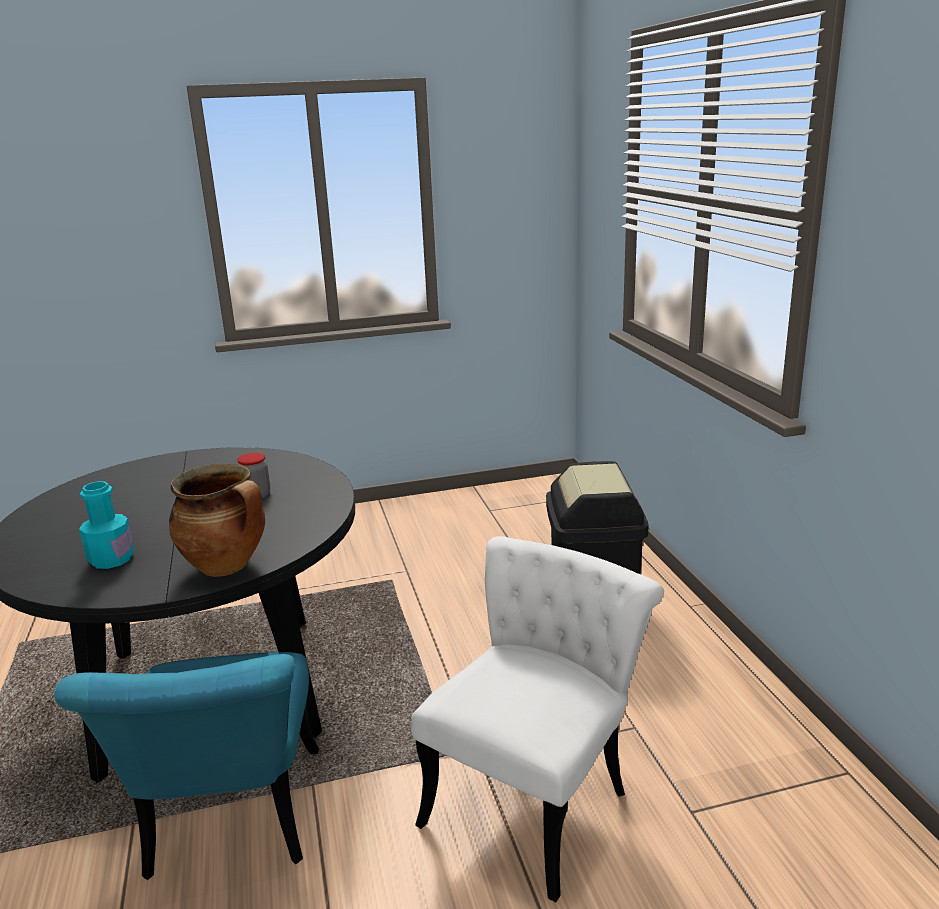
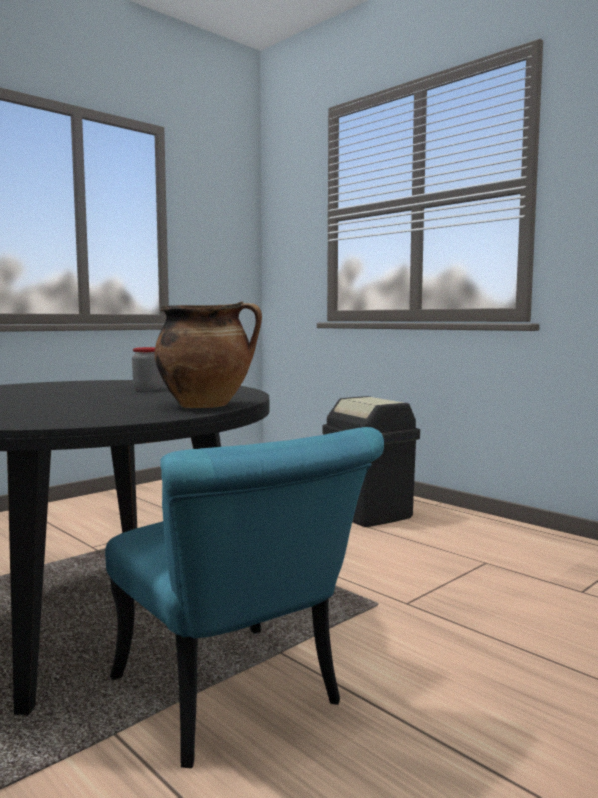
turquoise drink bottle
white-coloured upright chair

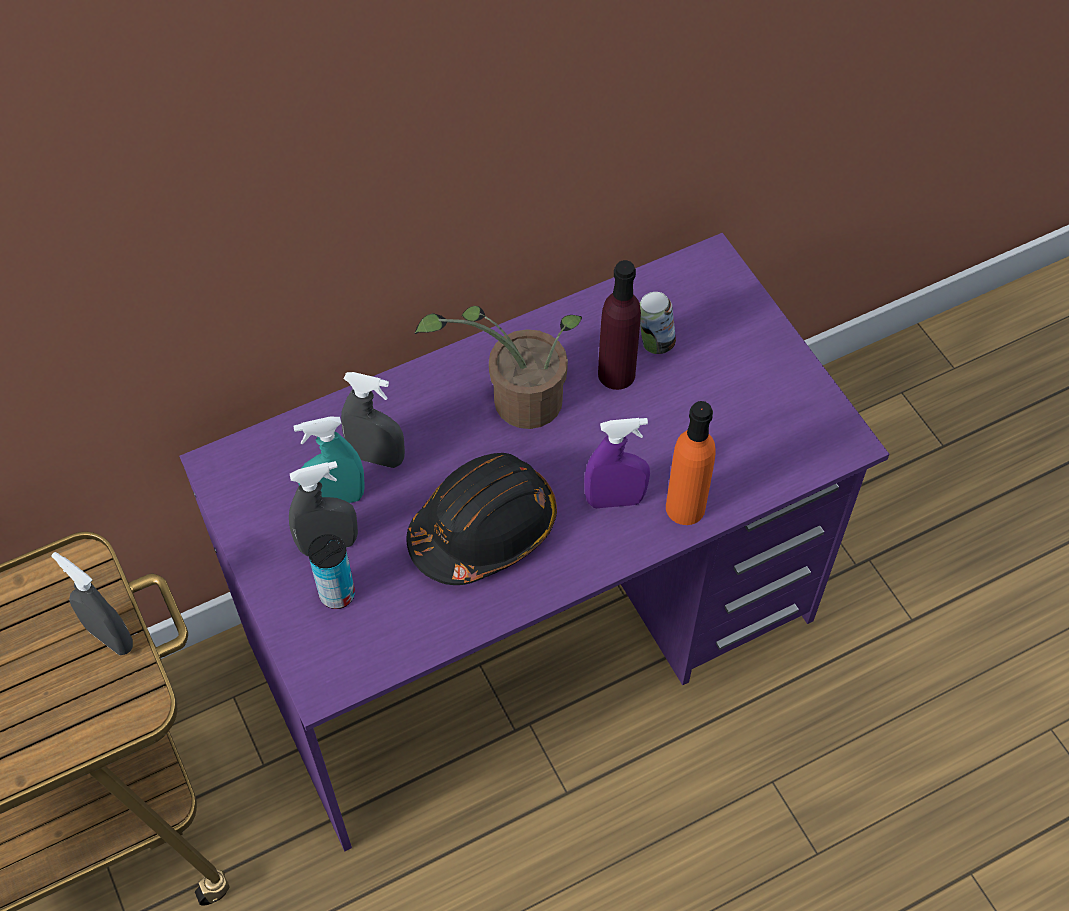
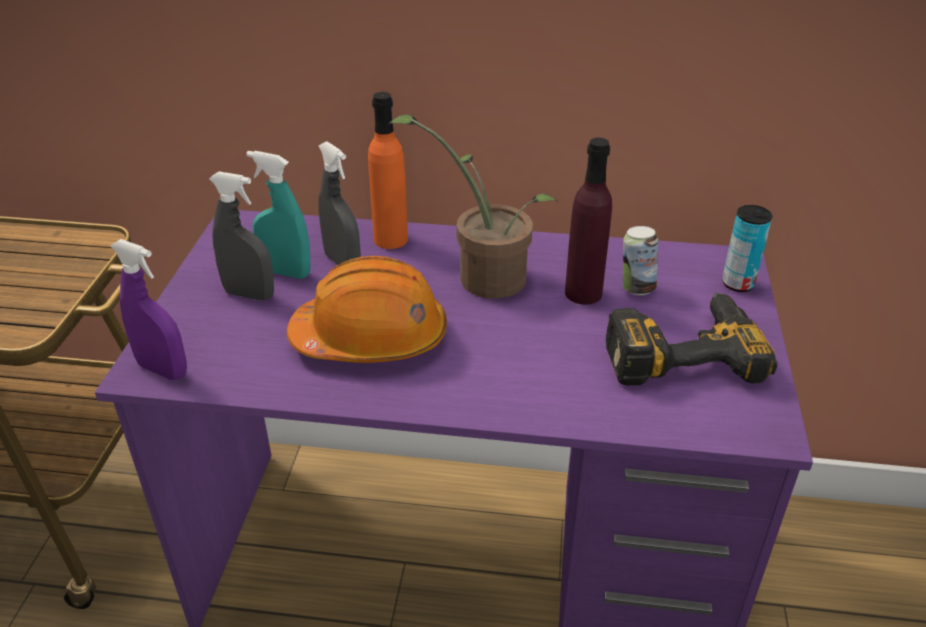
purple-coloured sprayer
orange work helmet
orange drink bottle
drill
metal can (2nd from left)
greyish sprayer (1st from left in the first image)

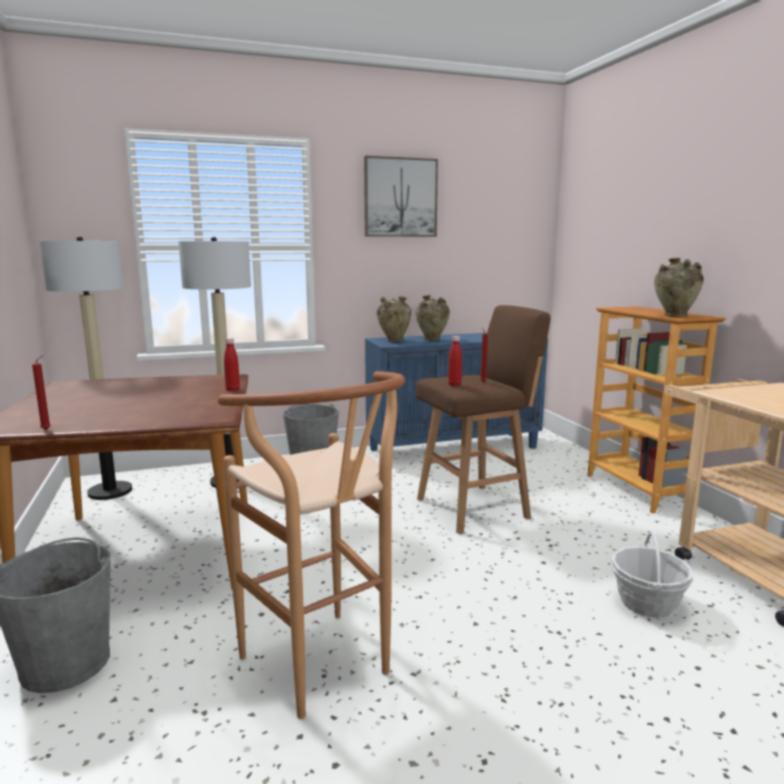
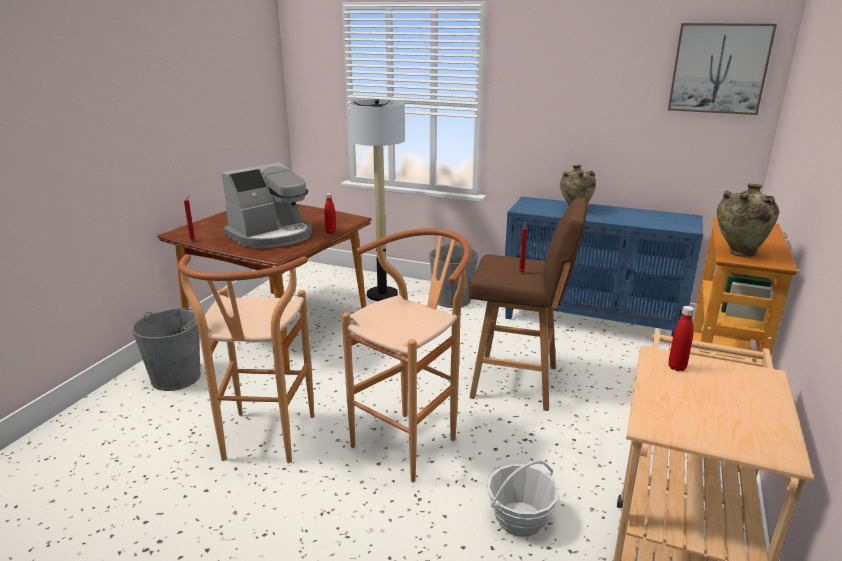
coffee maker
brown-coloured stool (2nd from left)
picture
reddish drink bottle (2nd from left)
standing lamp (1st from left in the first image)
sand-coloured decorative vase (1st from left in the first image)

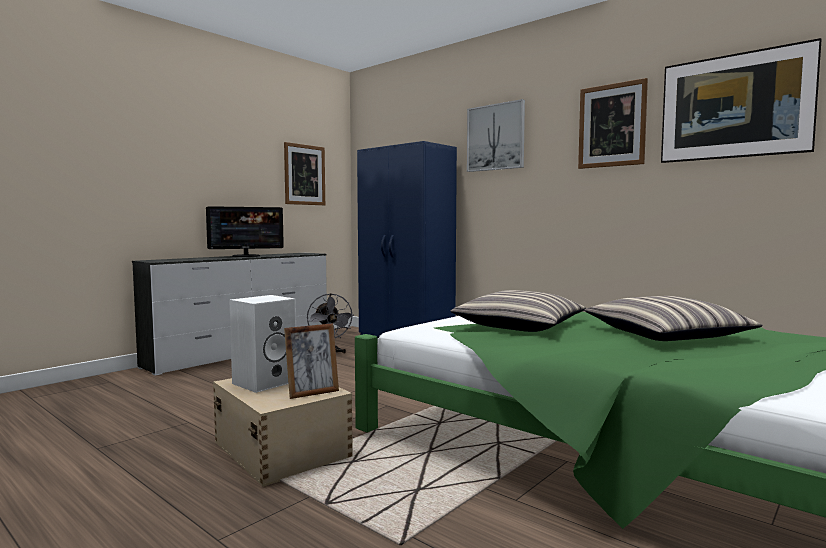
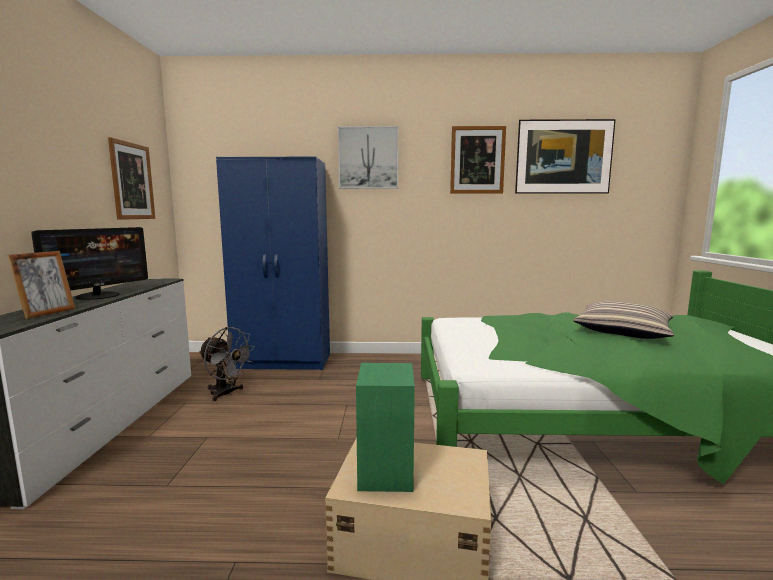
standing frame
green speaker
cushion (1st from left in the first image)

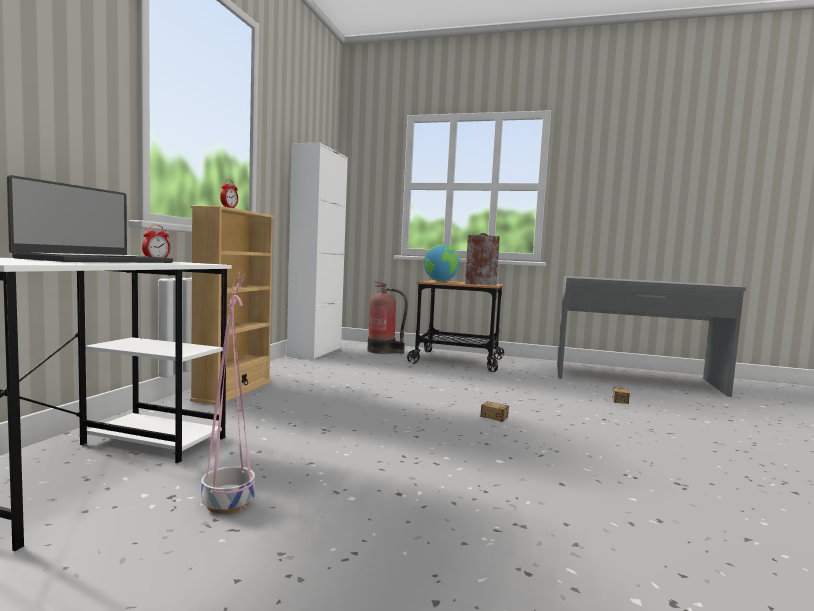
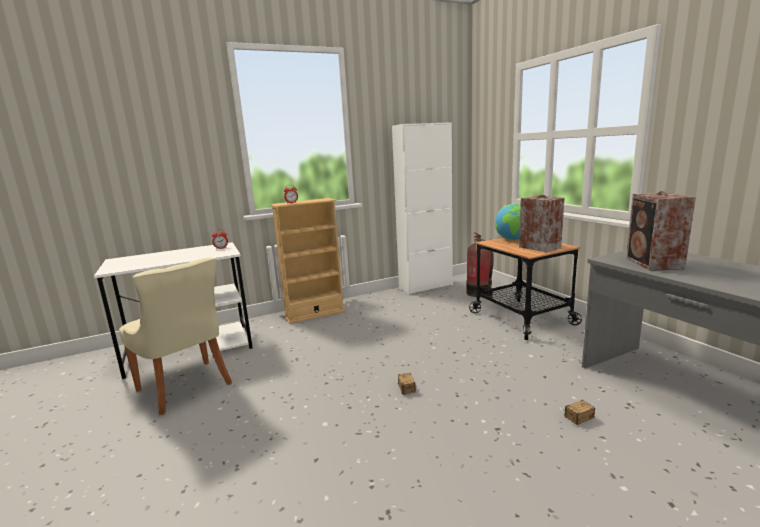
sand-coloured upright chair
speaker (2nd from left)
laptop

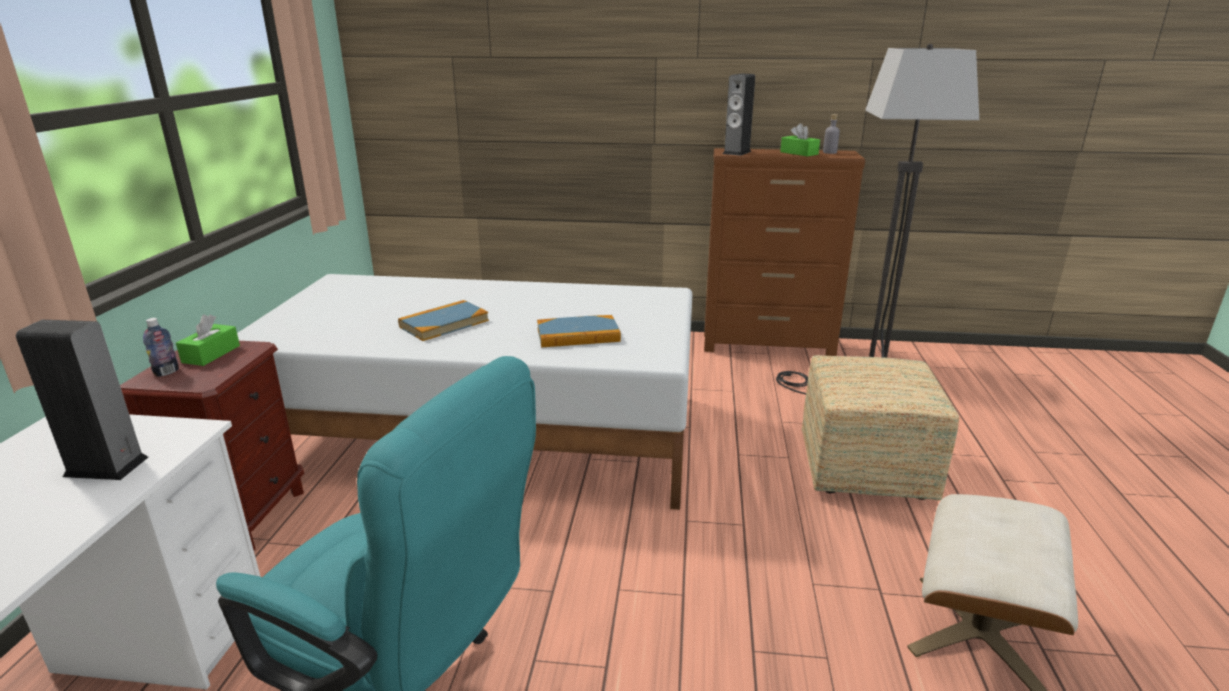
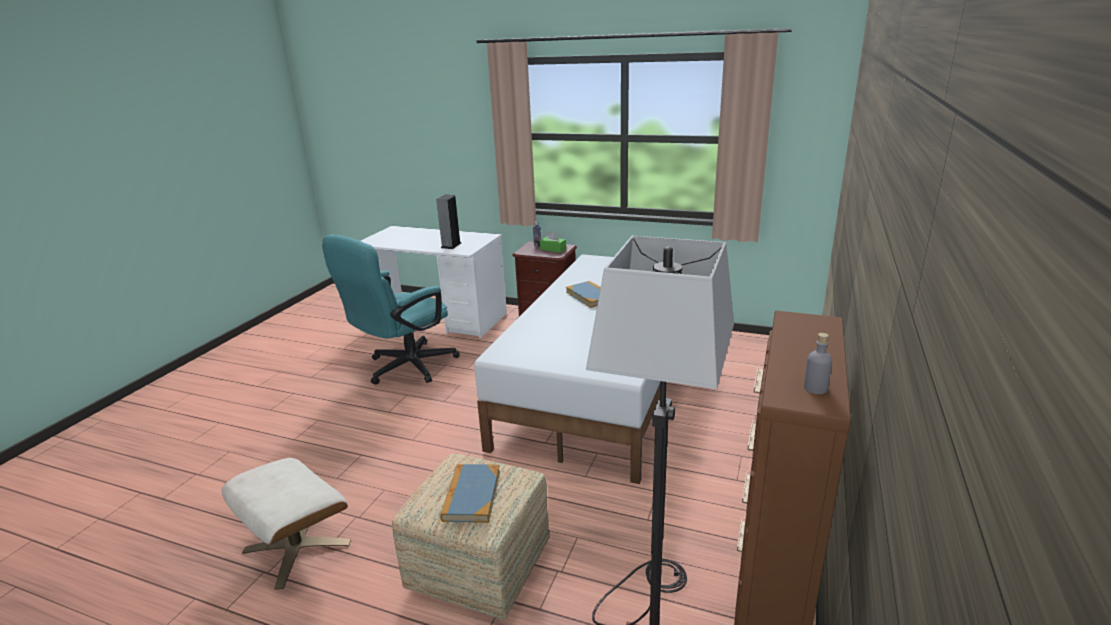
volume (1st from left)
speaker (2nd from left in the first image)
green tissue holder (2nd from left in the first image)

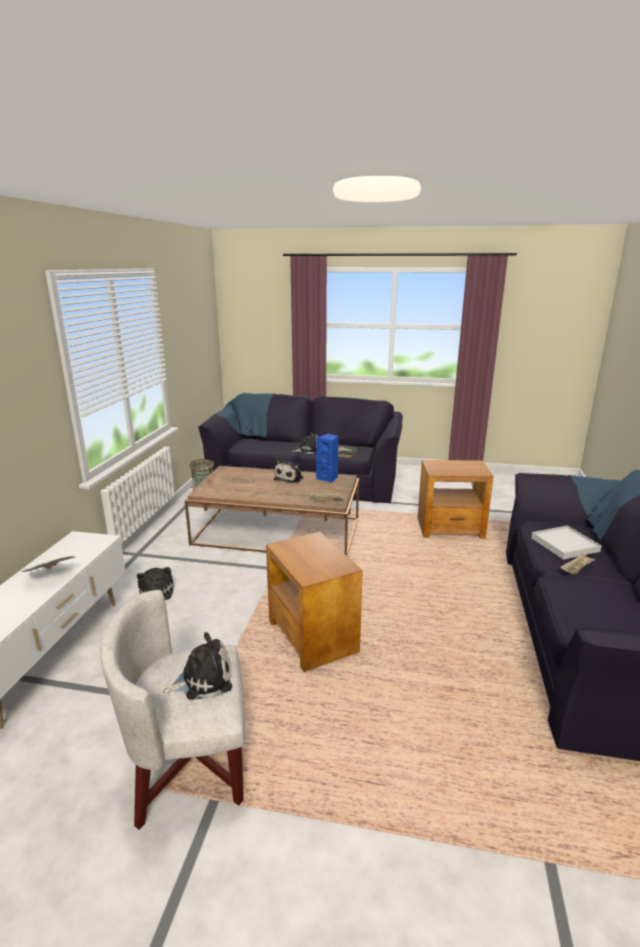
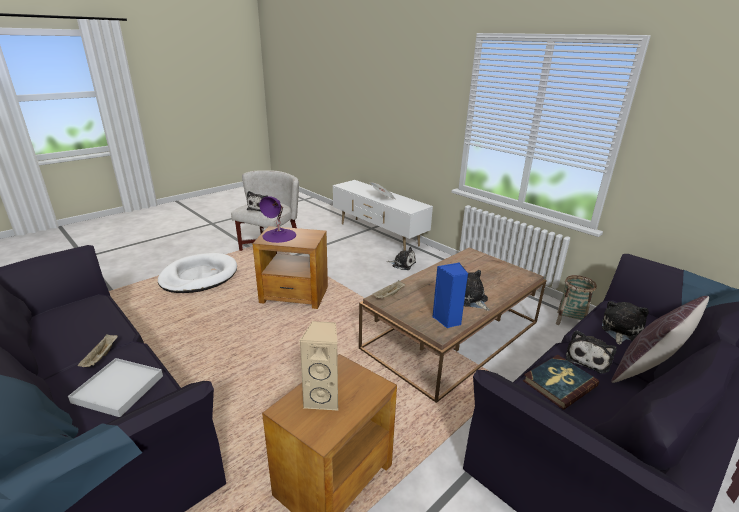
white-coloured dog bed
purple-coloured table lamp
sand-coloured speaker
cuddly toy (5th from left)
brown-coloured cushion

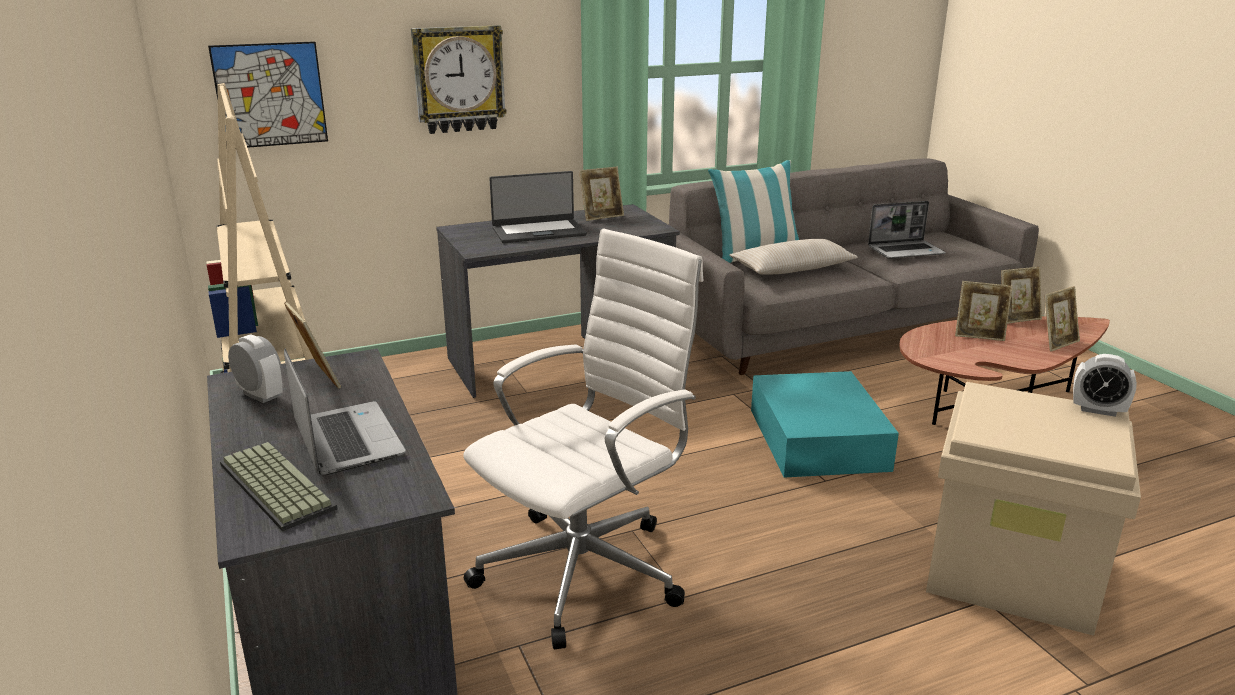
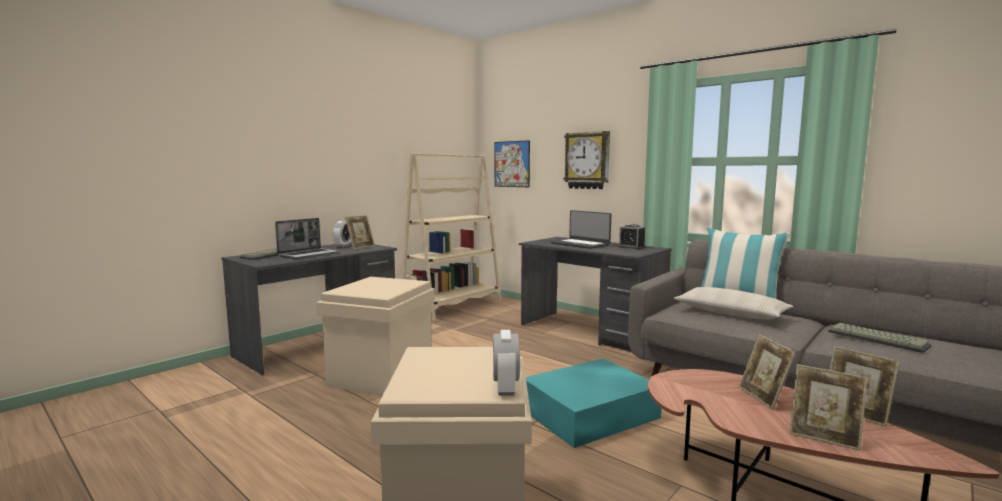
sand-coloured storage bin (1st from left)
table clock (3rd from left)
PC keyboard (2nd from left)

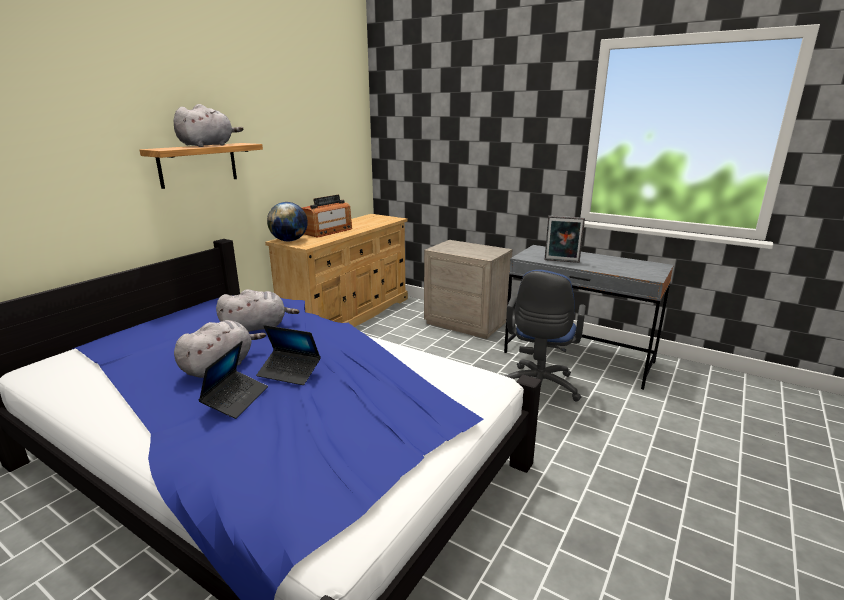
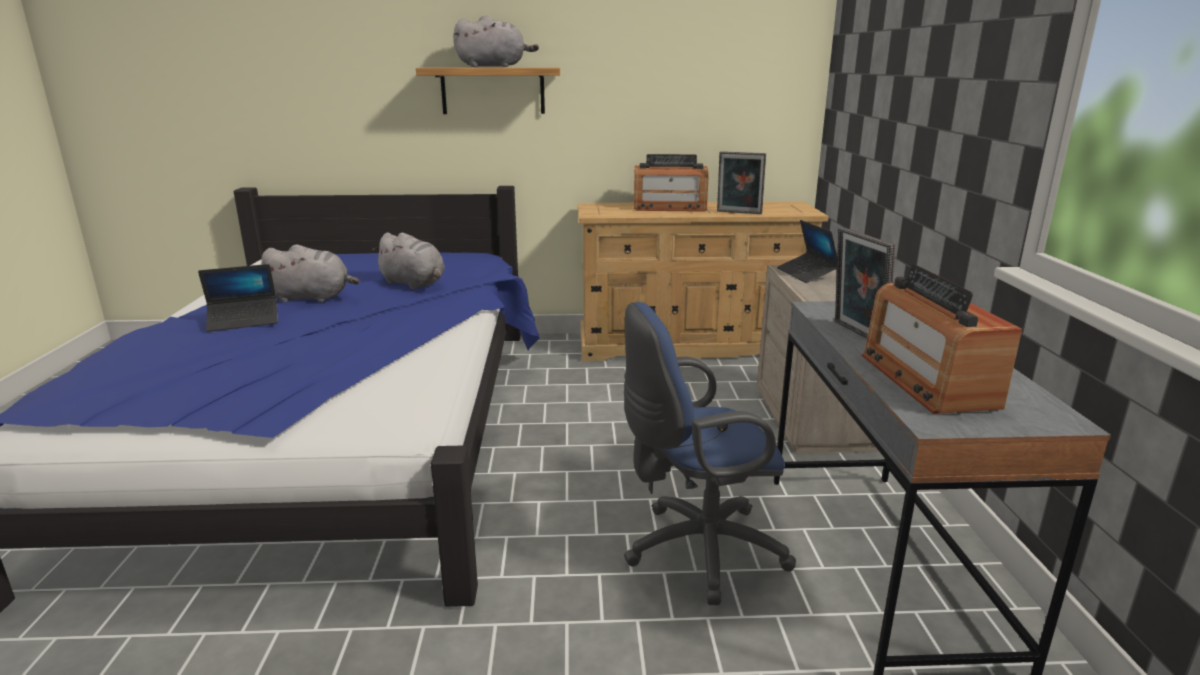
standing frame (1st from left)
laptop (2nd from left)
radio (2nd from left)
world globe

